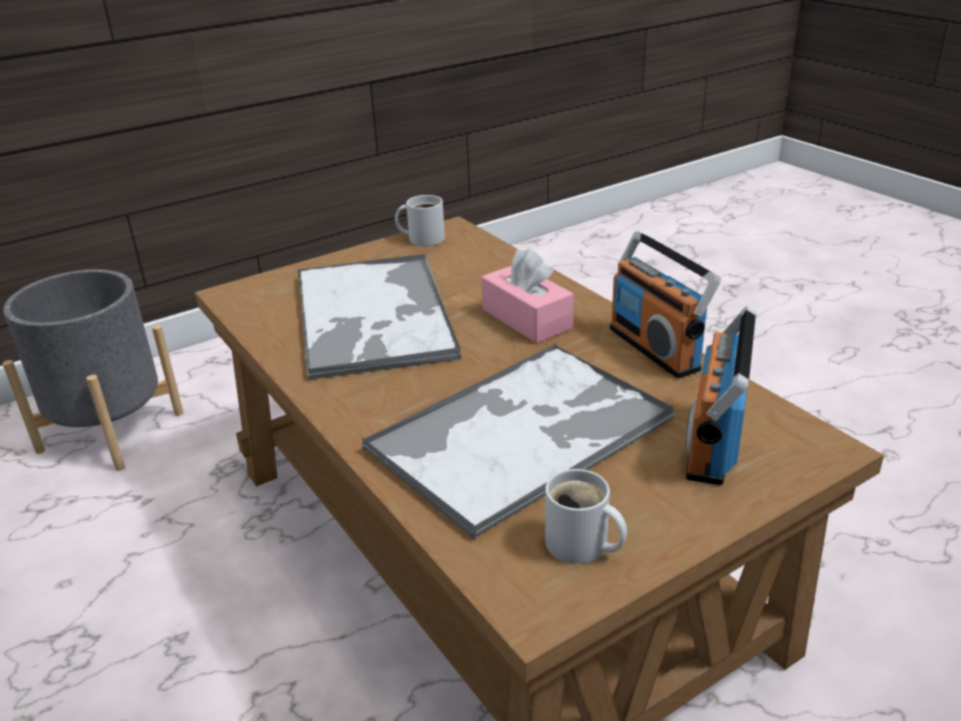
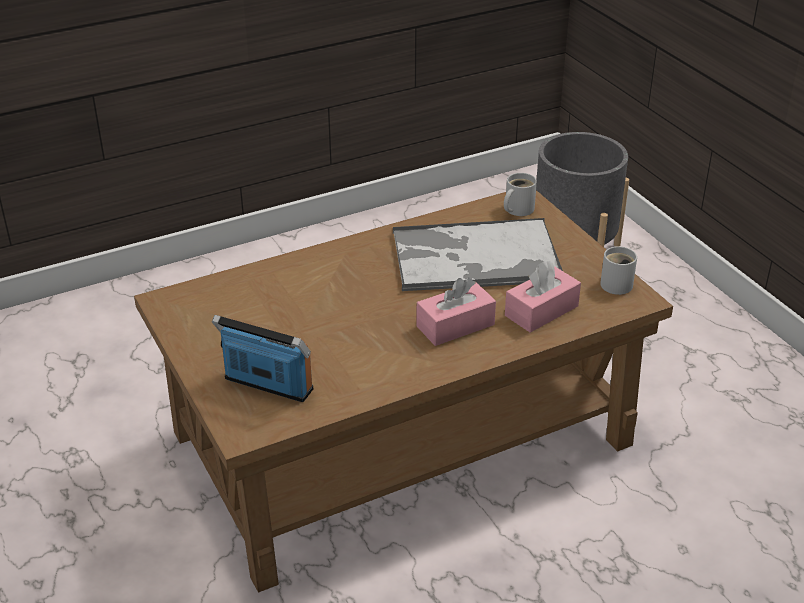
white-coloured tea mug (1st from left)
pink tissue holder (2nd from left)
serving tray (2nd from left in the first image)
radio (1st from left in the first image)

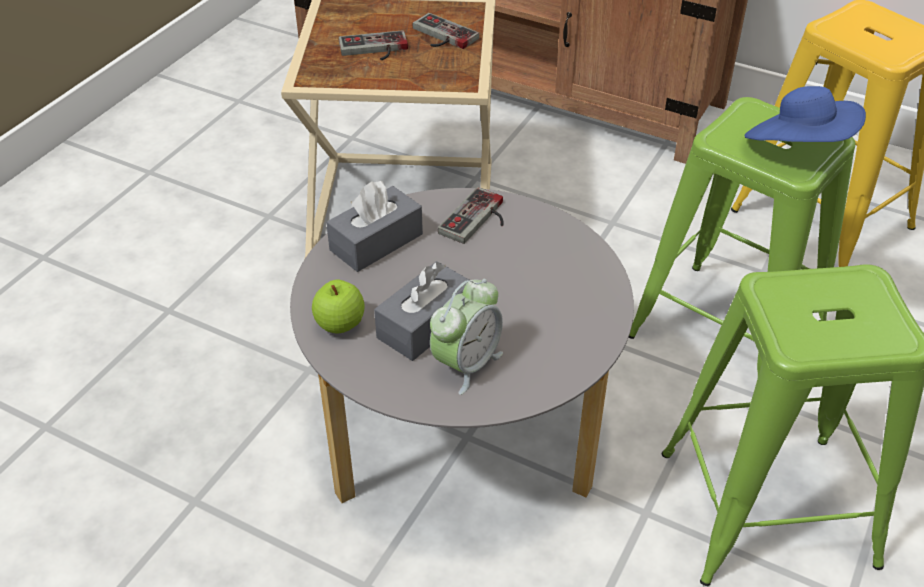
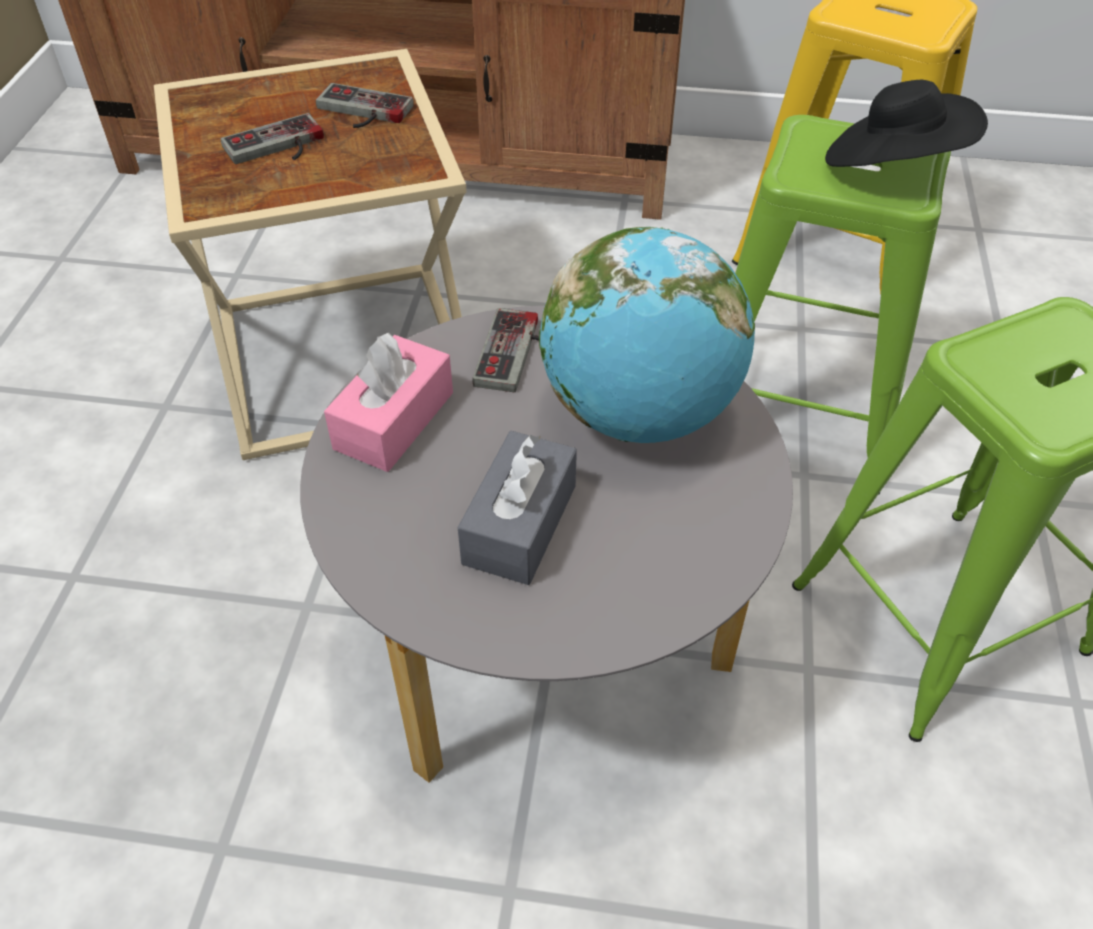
pink tissue holder
world globe
black wearable hat
apple
table clock

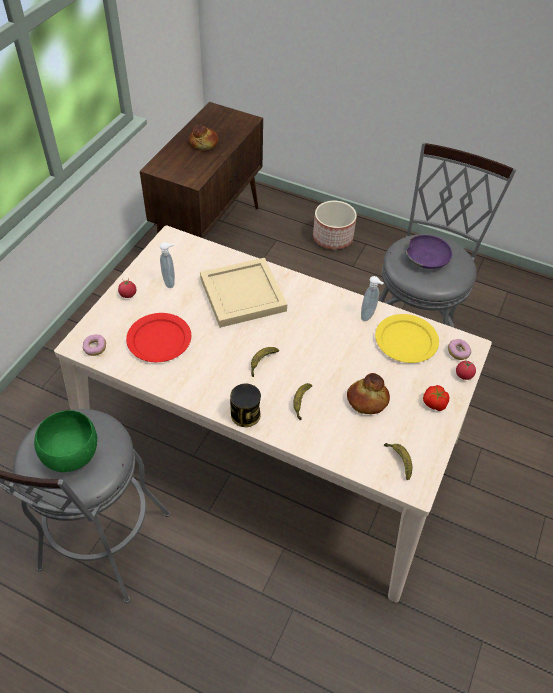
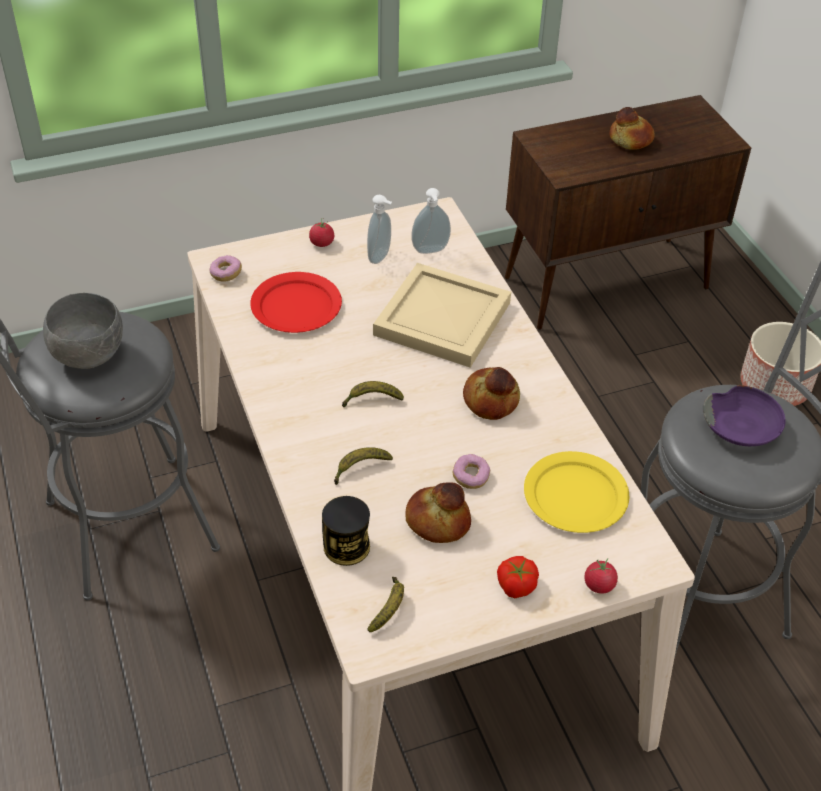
greyish serving bowl
metal can
soap dispenser (2nd from left)
donut (2nd from left)
bread (2nd from left)

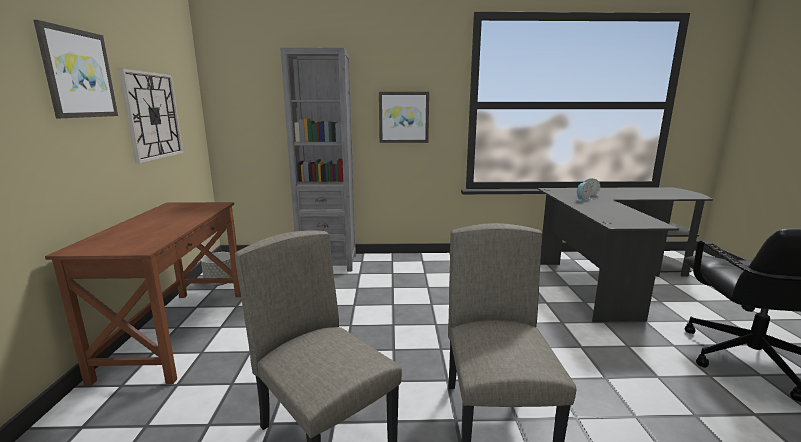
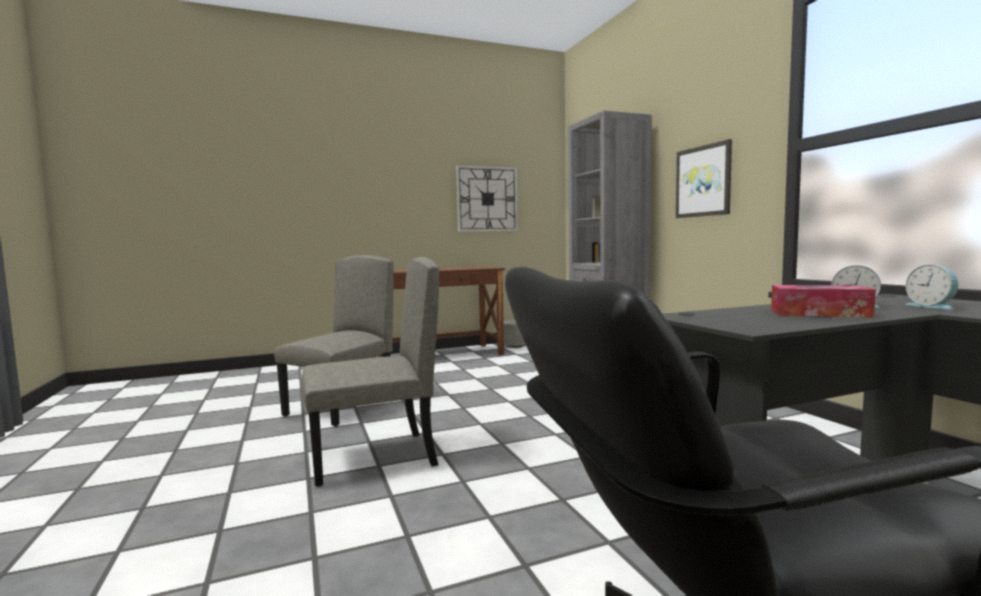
tissue holder
picture (1st from left in the first image)

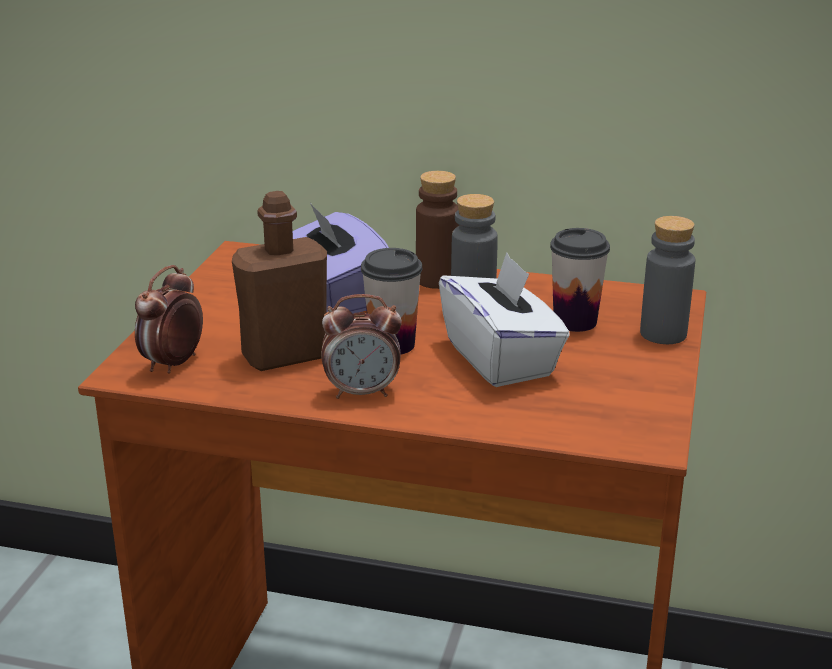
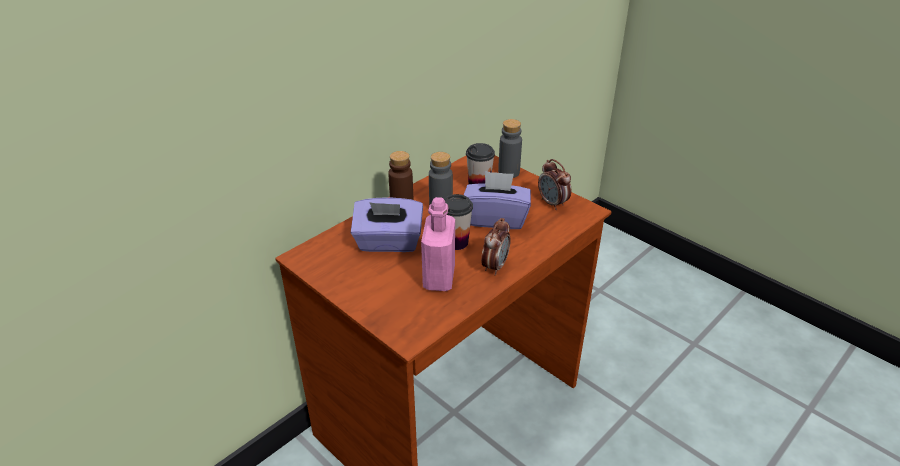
pink drink bottle
purple-coloured tissue holder (2nd from left)
table clock (2nd from left)

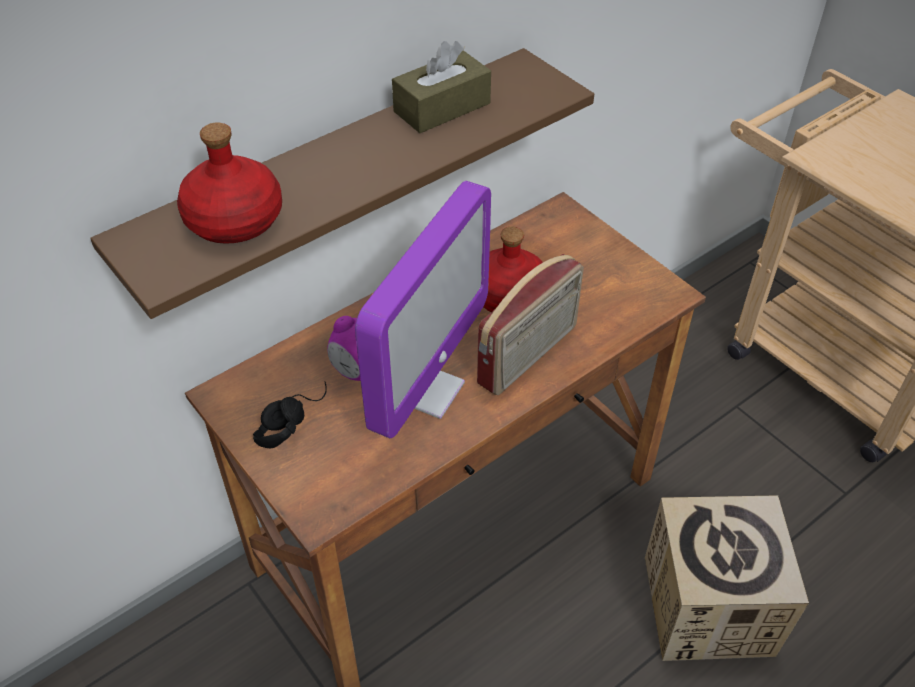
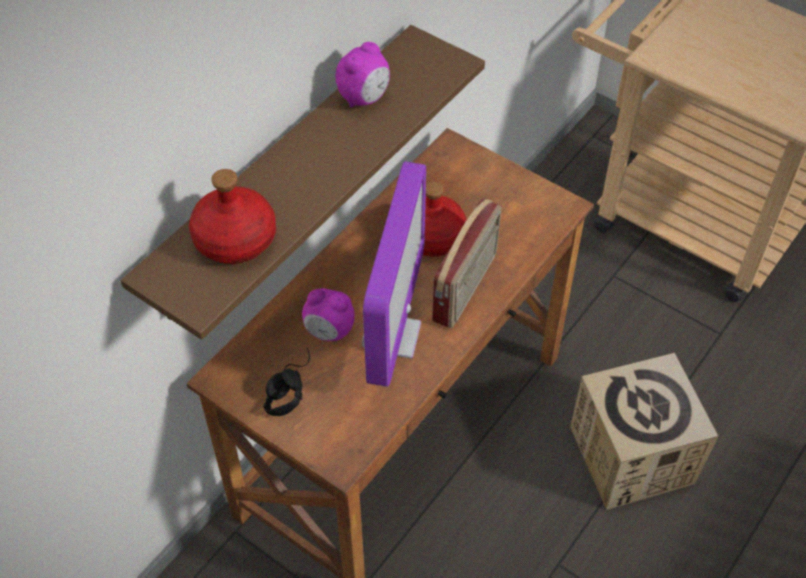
table clock (2nd from left)

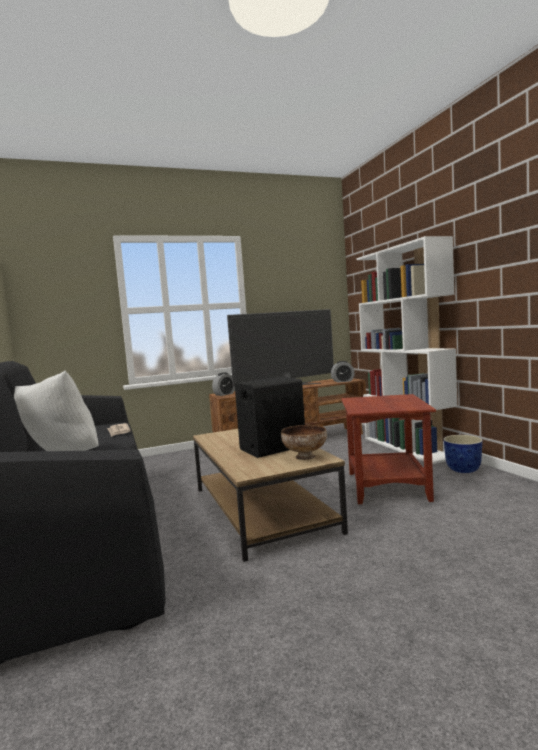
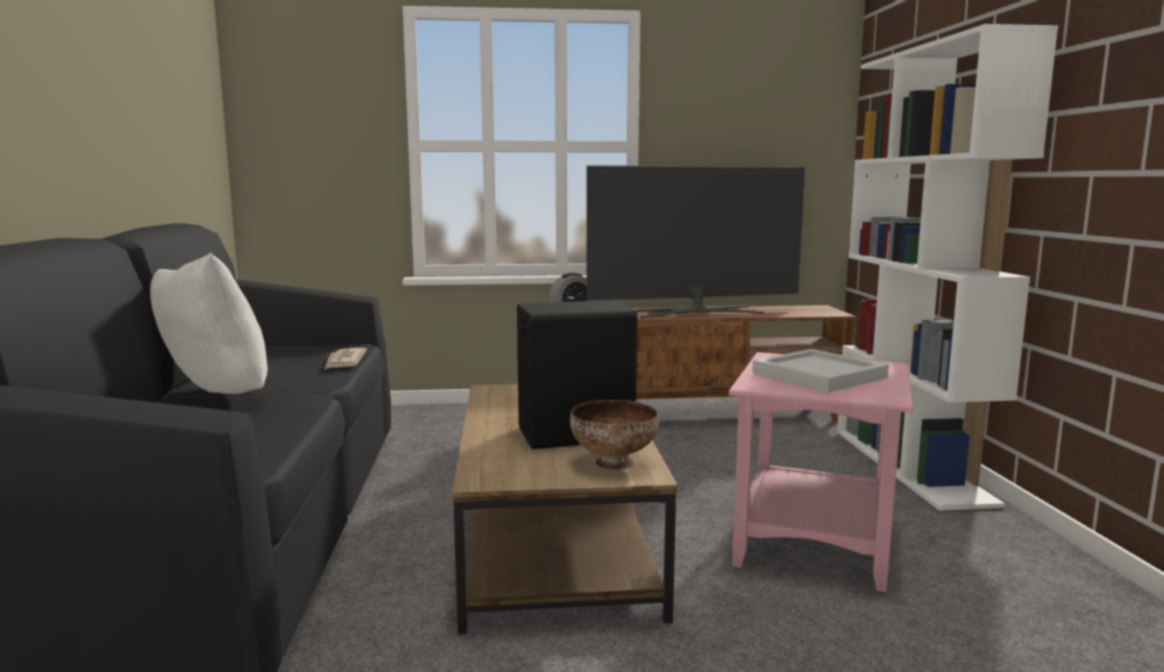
pink accent table
white-coloured serving tray
table clock (2nd from left in the first image)
plant pot

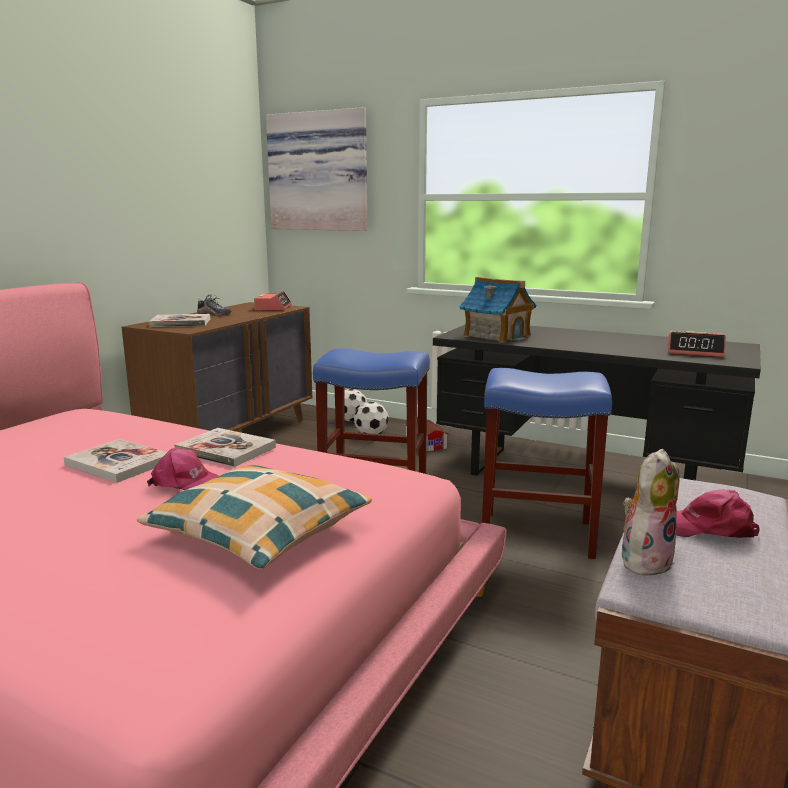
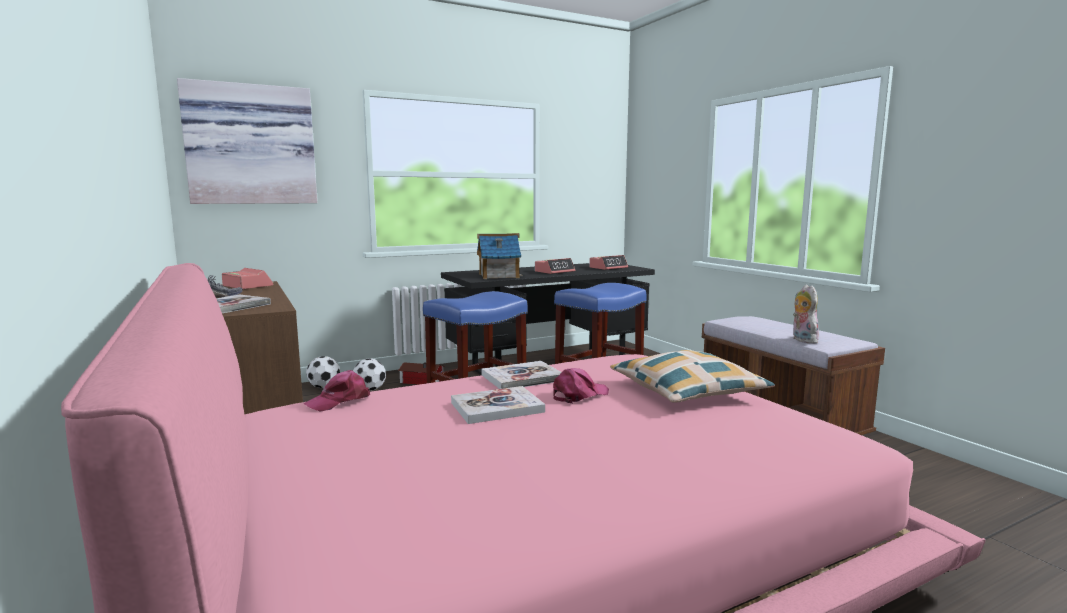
pink cap (1st from left)
table clock (2nd from left)

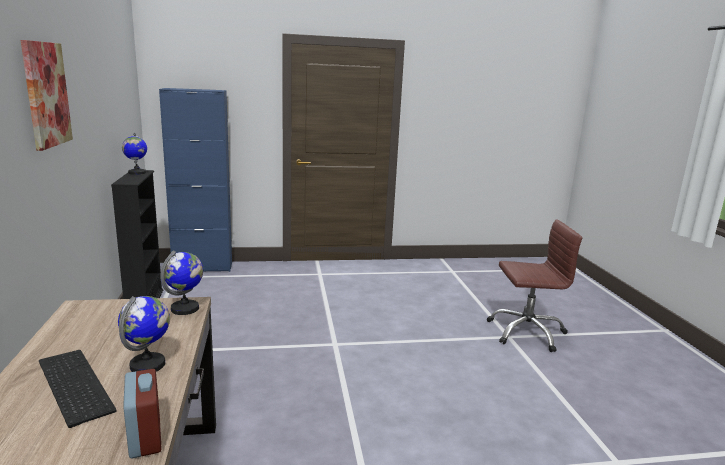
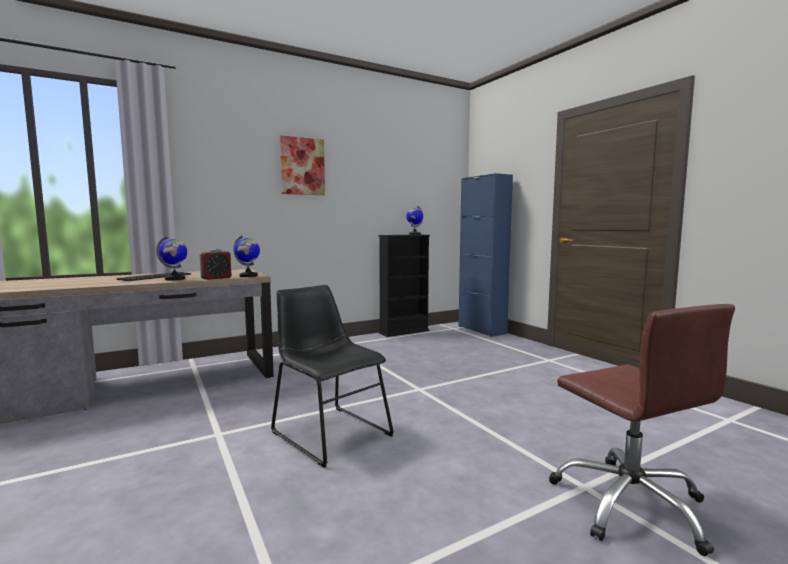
table clock
black upright chair

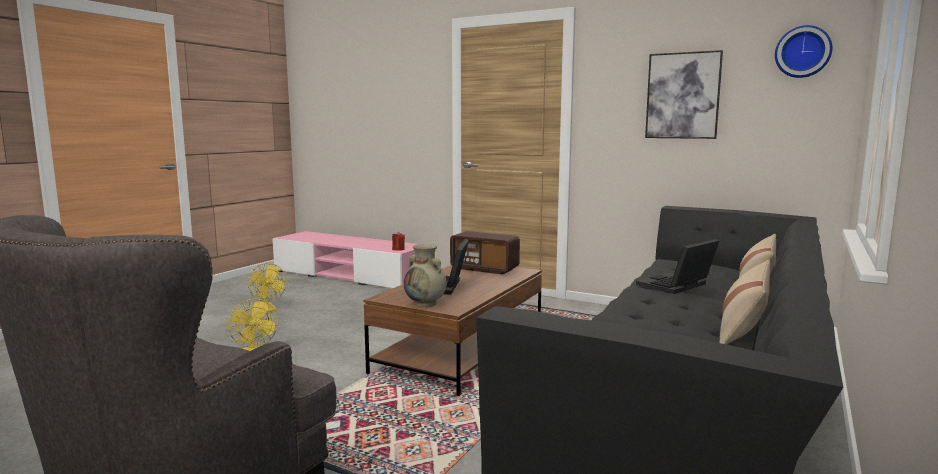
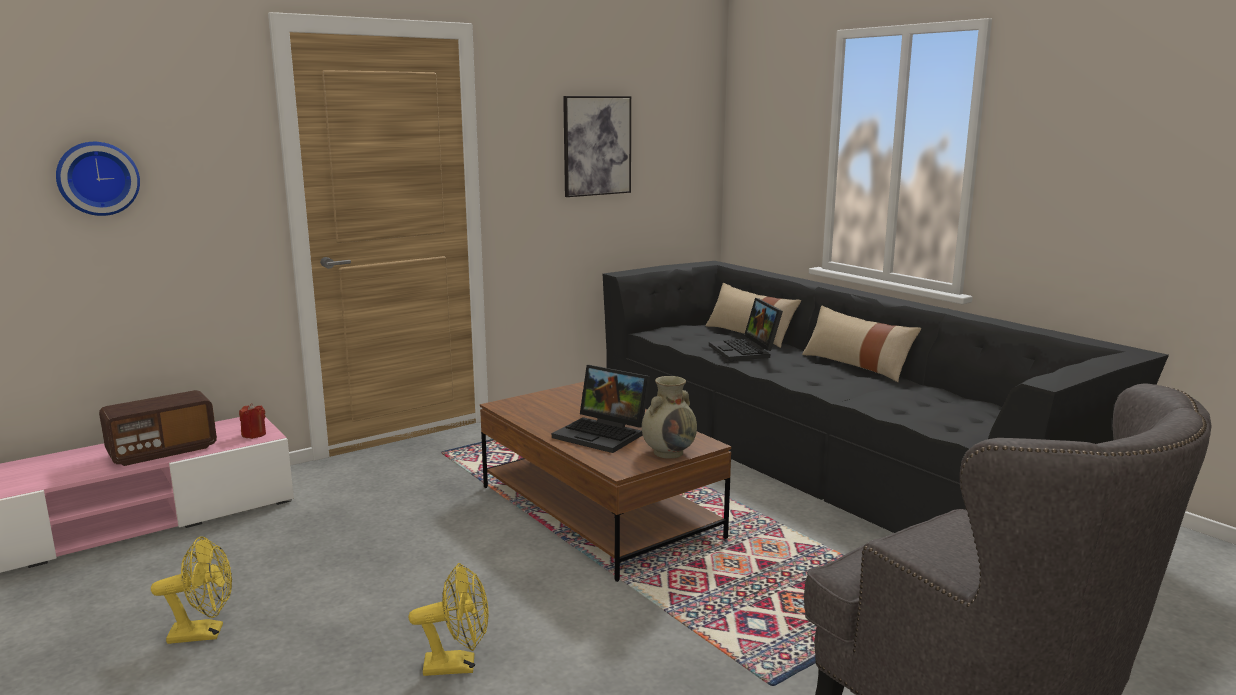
clock on the wall
radio

